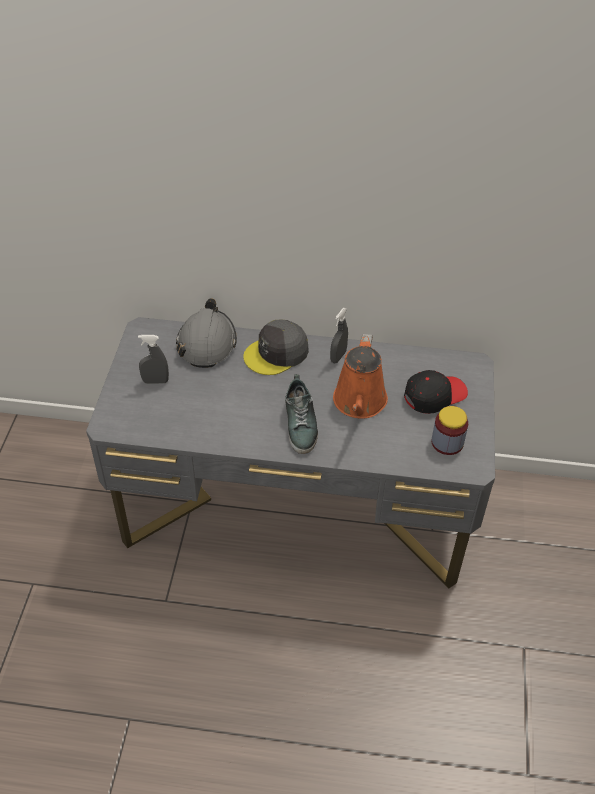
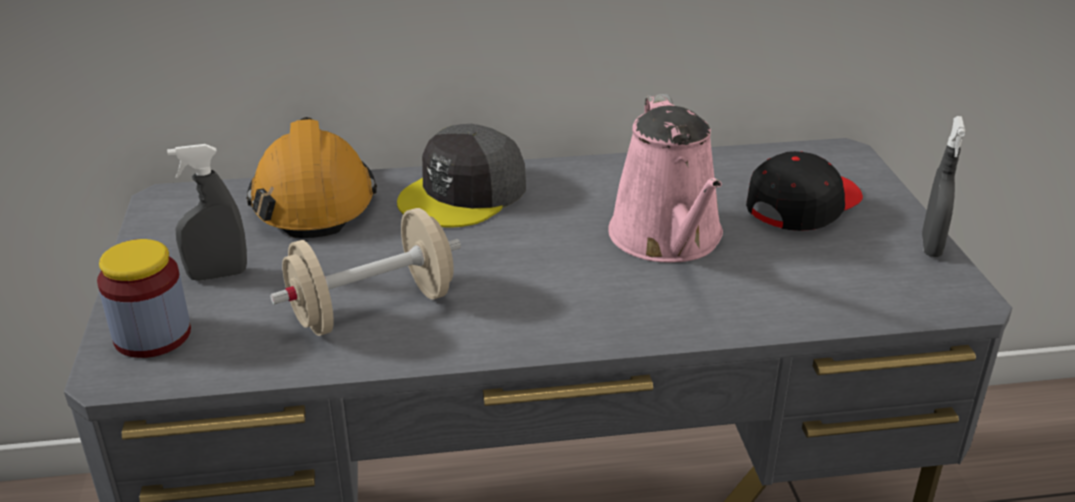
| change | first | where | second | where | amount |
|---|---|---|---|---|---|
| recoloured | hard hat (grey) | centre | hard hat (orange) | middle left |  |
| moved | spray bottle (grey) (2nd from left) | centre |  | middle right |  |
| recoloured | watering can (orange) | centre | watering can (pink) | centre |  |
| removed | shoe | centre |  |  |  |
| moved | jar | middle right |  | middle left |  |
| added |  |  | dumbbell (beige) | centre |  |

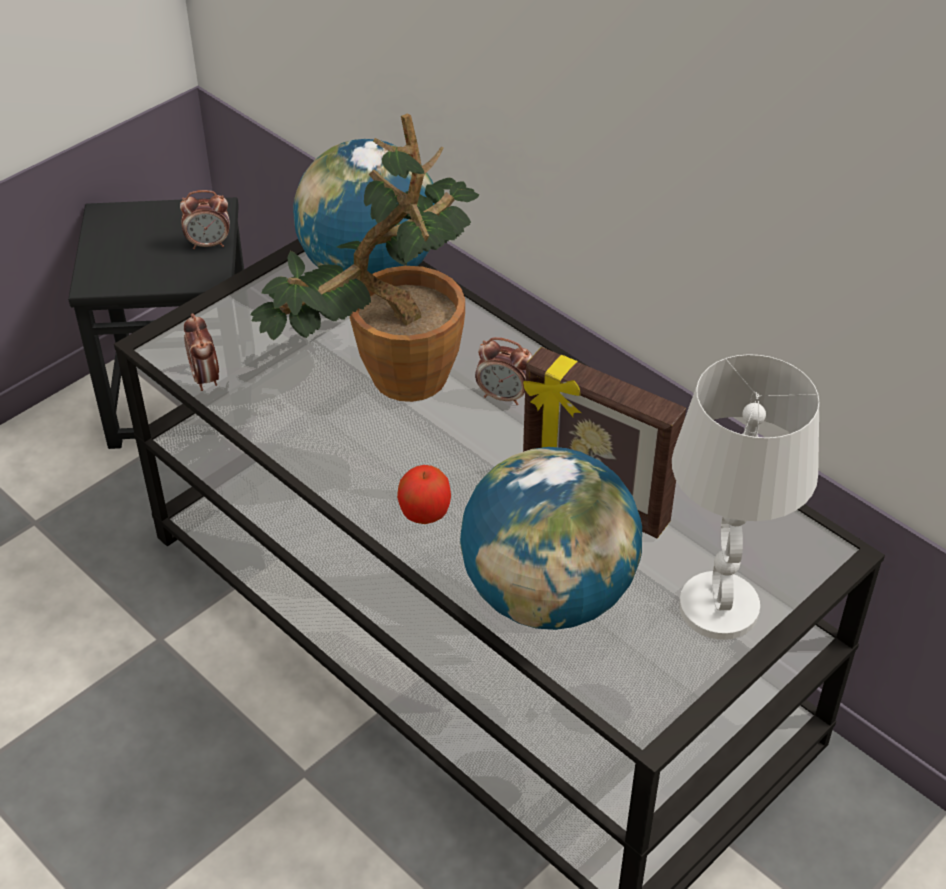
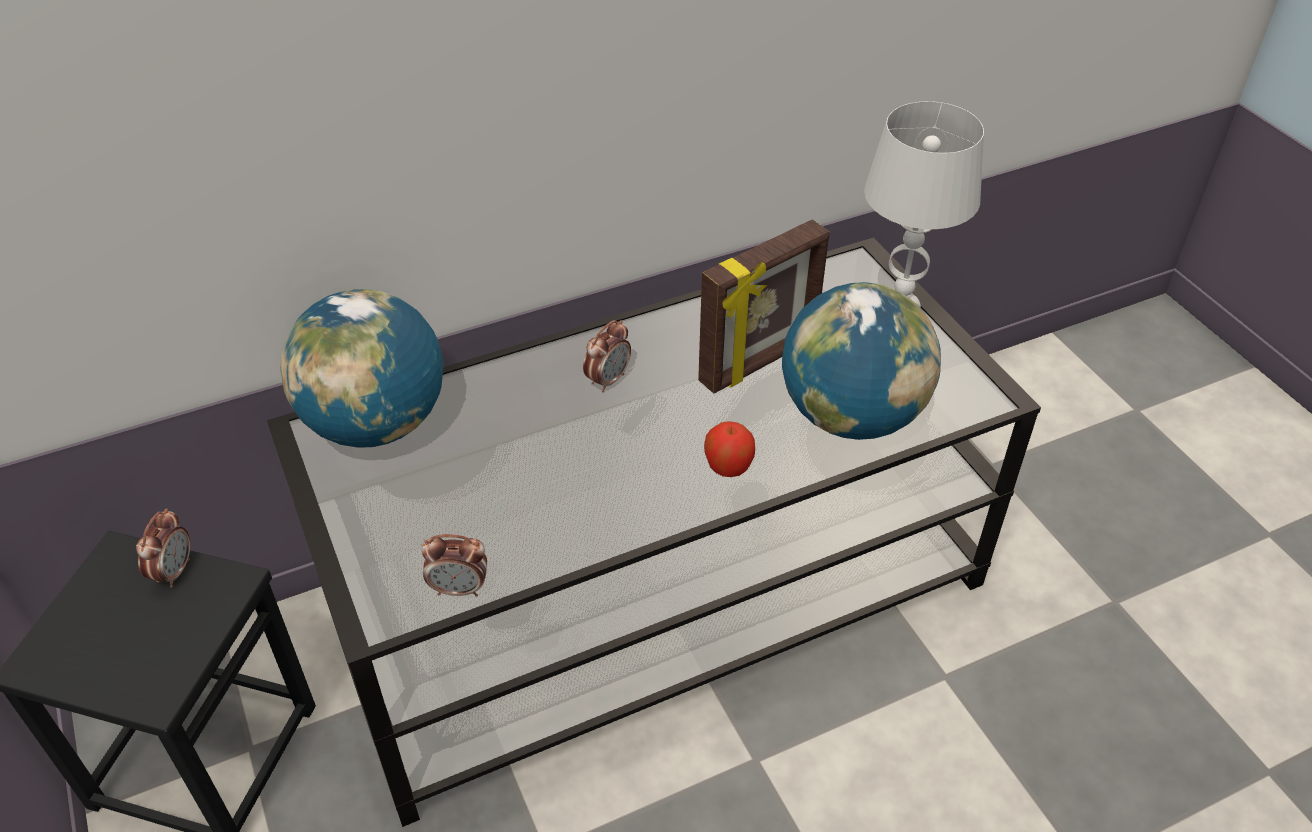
| change | first | where | second | where | amount |
|---|---|---|---|---|---|
| removed | potted plant | top centre |  |  |  |

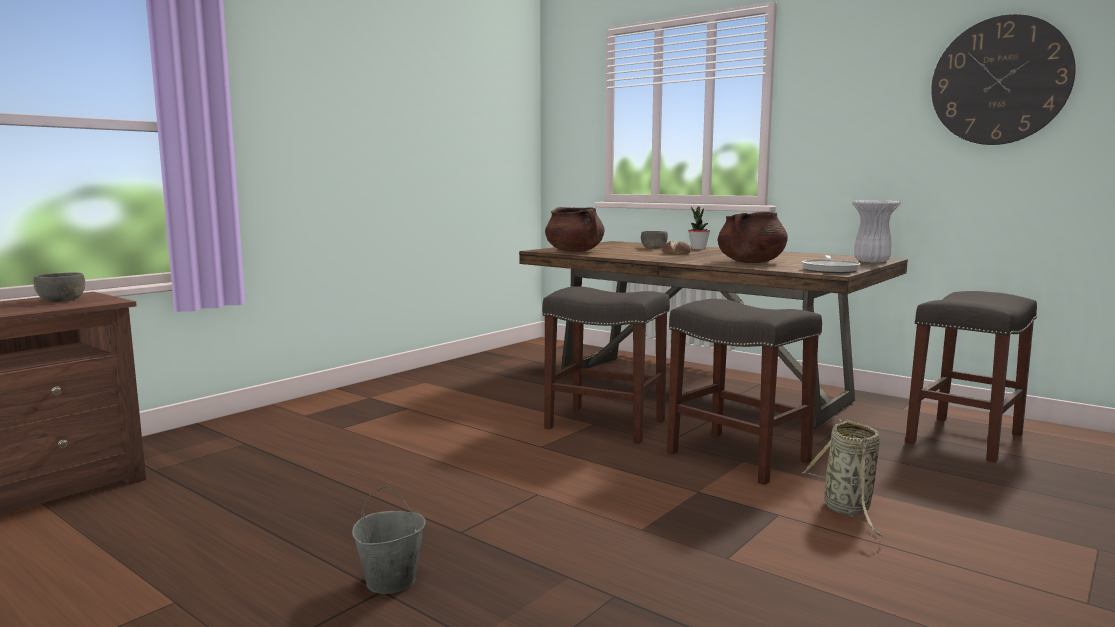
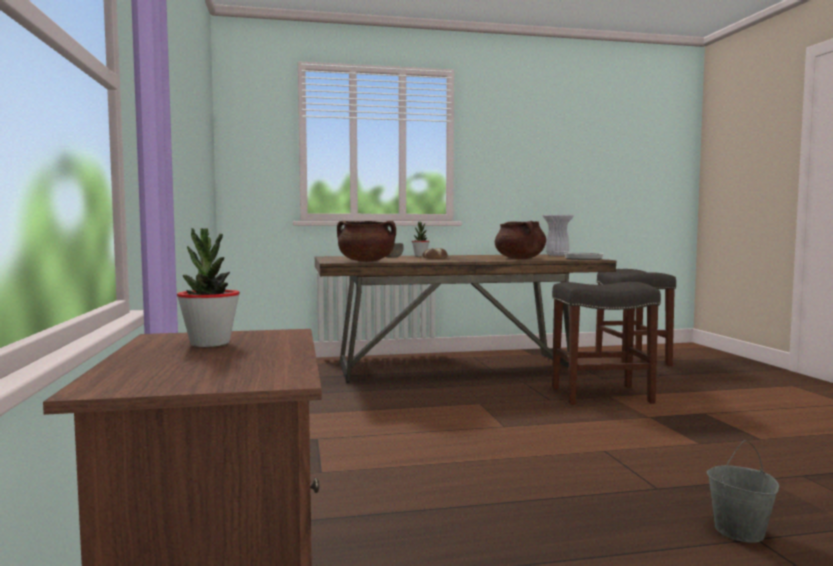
| change | first | where | second | where | amount |
|---|---|---|---|---|---|
| removed | wall clock | top right |  |  |  |
| replaced | bowl (grey) (1st from left) | middle left | potted plant (1st from left) | middle left |  |
| removed | stool (grey) (1st from left) | centre |  |  |  |
| removed | basket | bottom right |  |  |  |

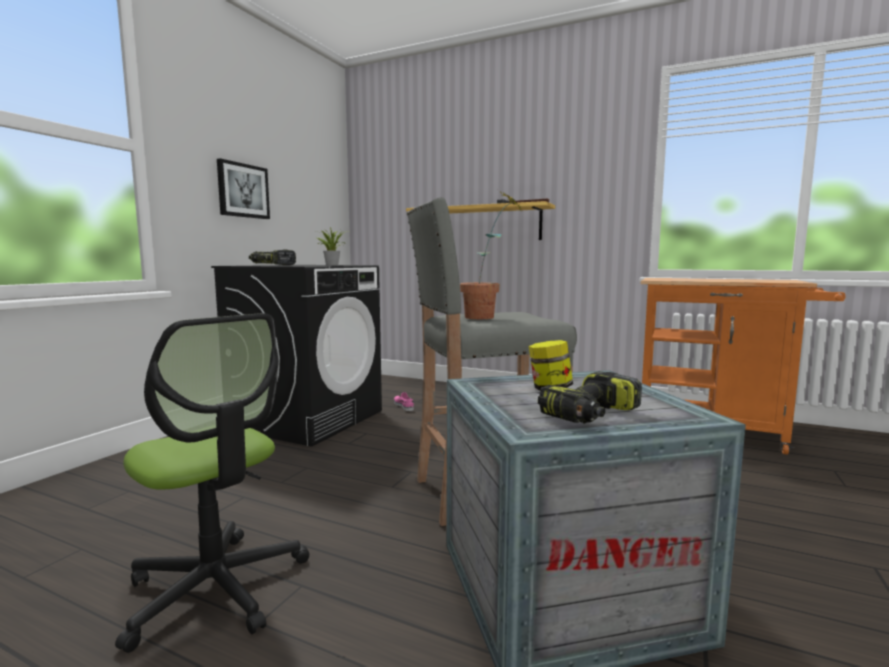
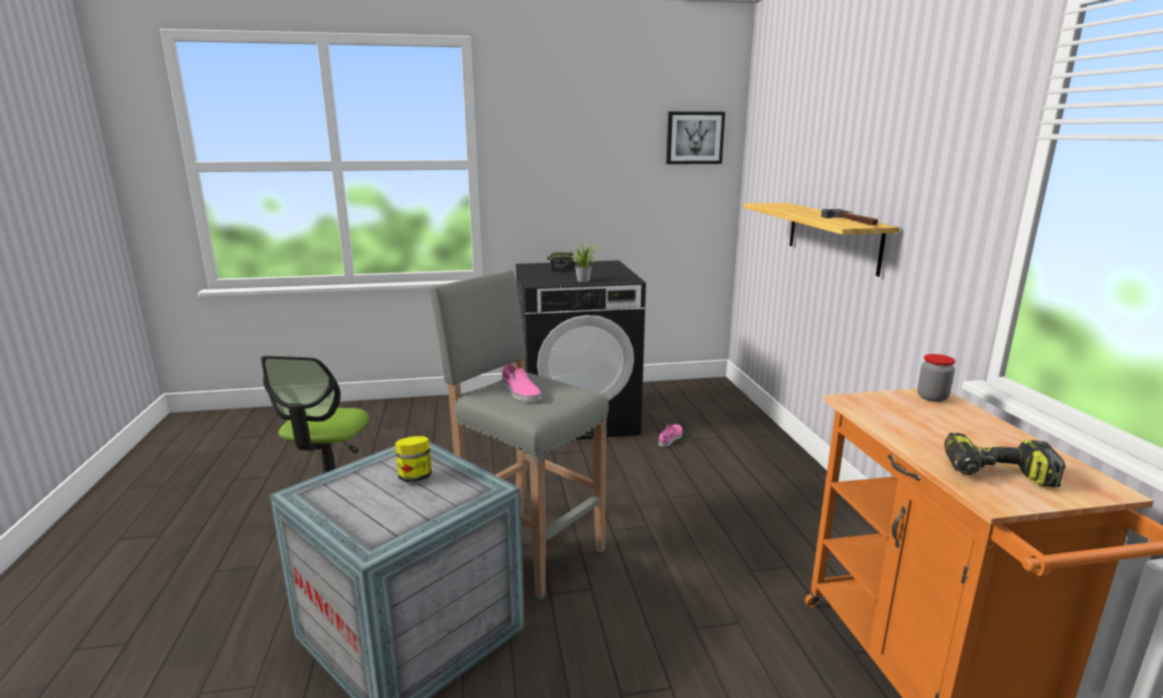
| change | first | where | second | where | amount |
|---|---|---|---|---|---|
| moved | picture | top left |  | top centre |  |
| replaced | potted plant (2nd from left) | centre | shoe (pink) (1st from left) | centre |  |
| moved | power drill (2nd from left) | centre |  | middle right |  |
| added |  |  | jar (2nd from left) | middle right |  |

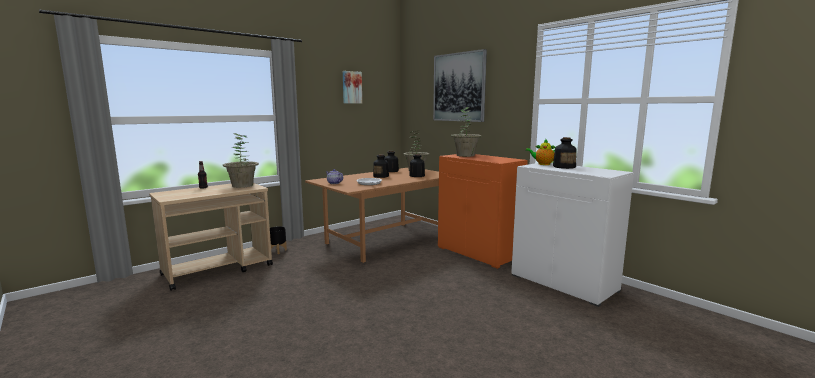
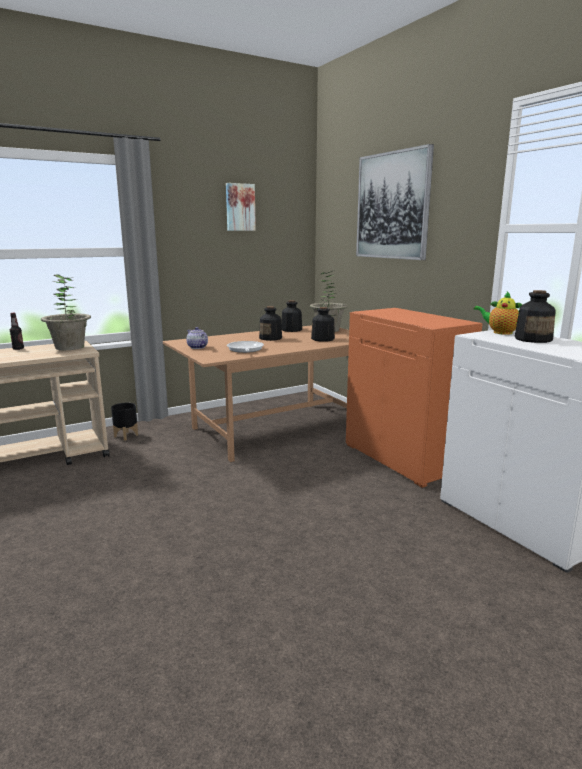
| change | first | where | second | where | amount |
|---|---|---|---|---|---|
| removed | potted plant (3rd from left) | centre |  |  |  |

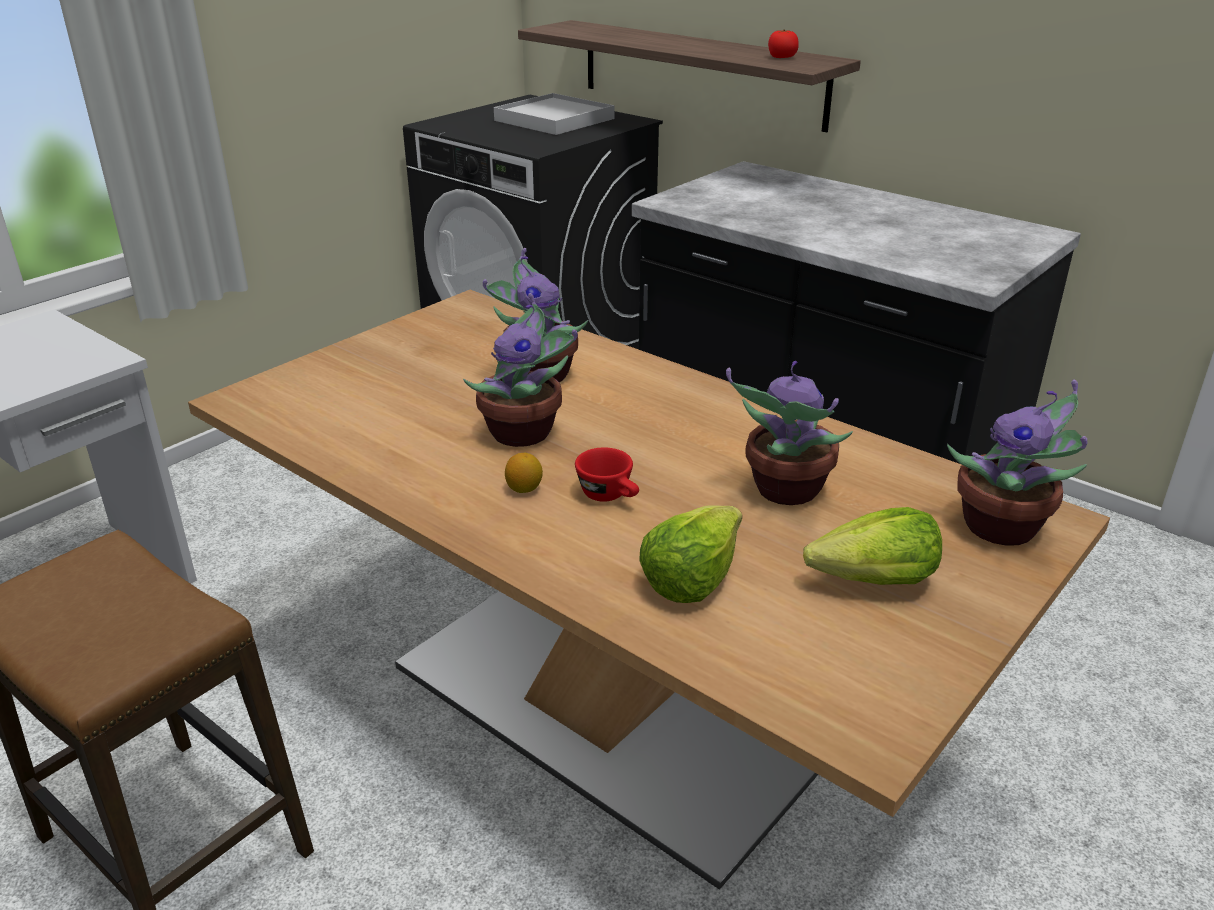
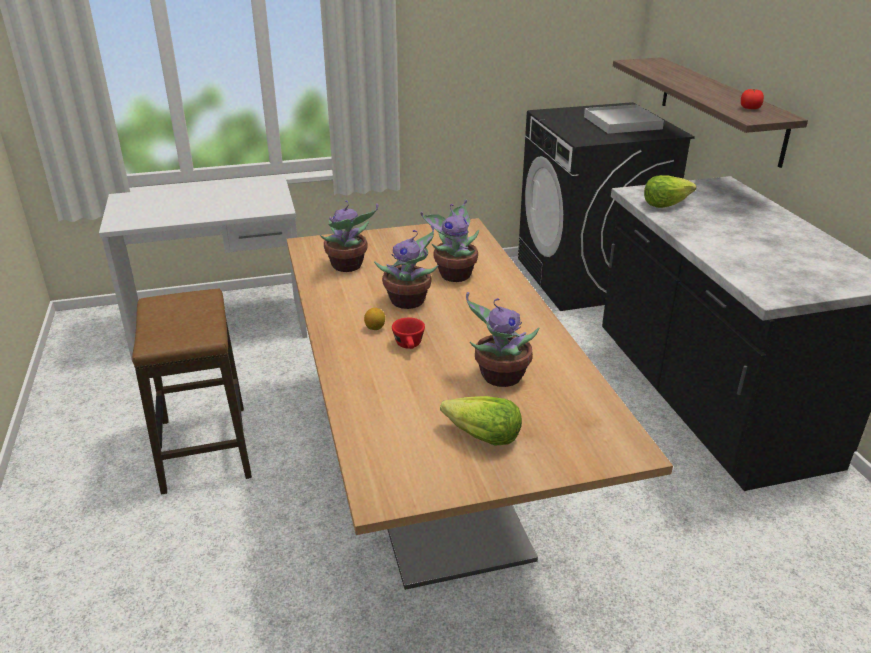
| change | first | where | second | where | amount |
|---|---|---|---|---|---|
| moved | potted plant (4th from left in the first image) | middle right | potted plant (1st from left) | centre |  |
| moved | lettuce (1st from left in the first image) | centre | lettuce (2nd from left) | top right |  |

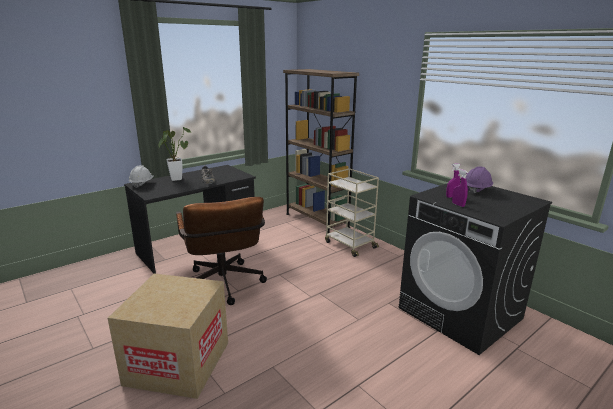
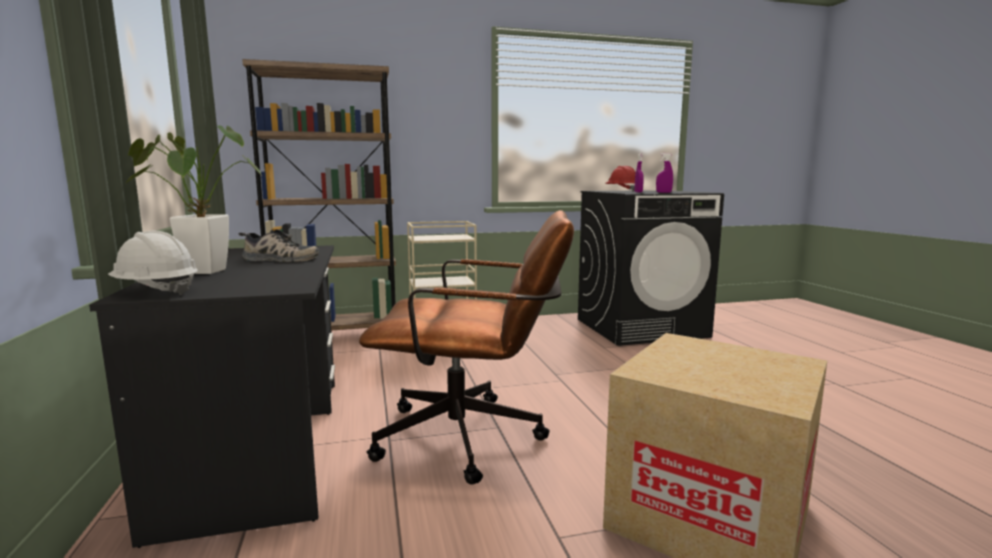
| change | first | where | second | where | amount |
|---|---|---|---|---|---|
| recoloured | hard hat (purple) | middle right | hard hat (red) | top centre |  |

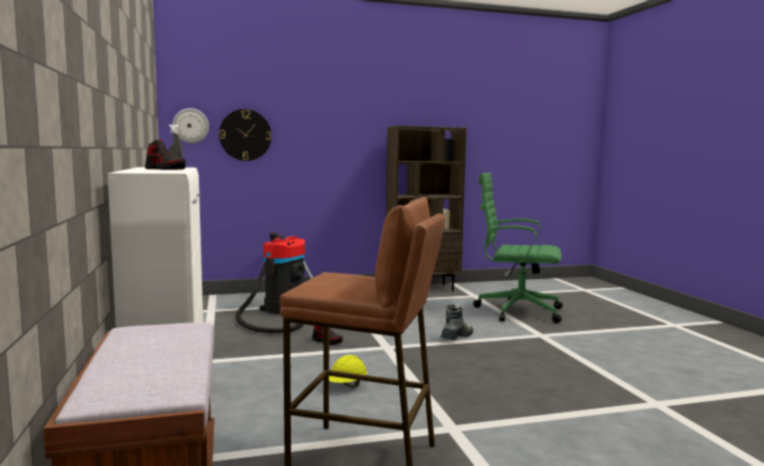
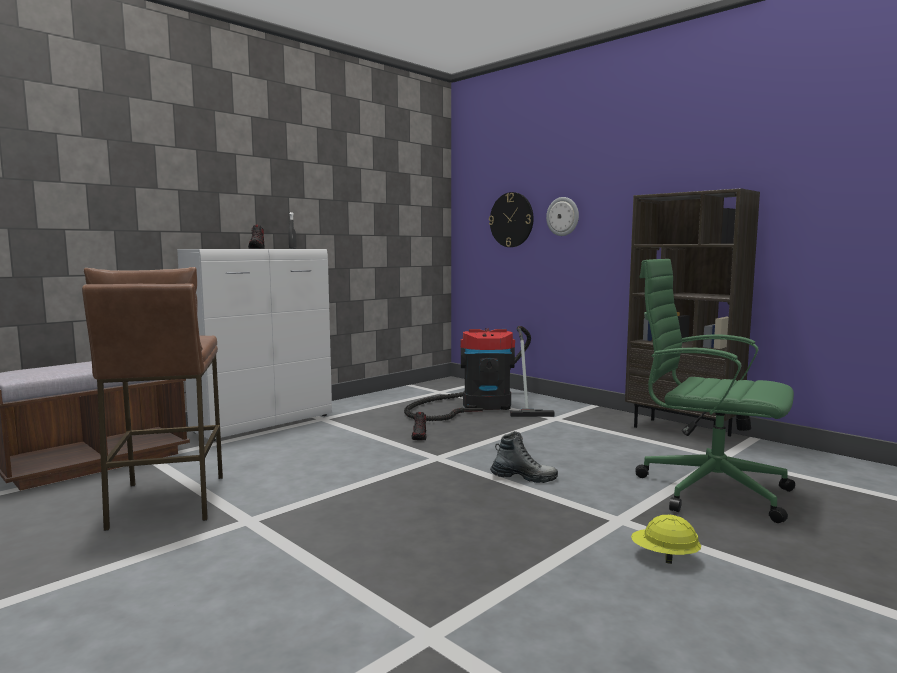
| change | first | where | second | where | amount |
|---|---|---|---|---|---|
| moved | wall clock (1st from left in the first image) | top left | wall clock (2nd from left) | top centre |  |
| turned | office chair (green) | middle right |  | middle right | 45 degrees counterclockwise |
| moved | hard hat (yellow) | bottom centre |  | bottom right |  |

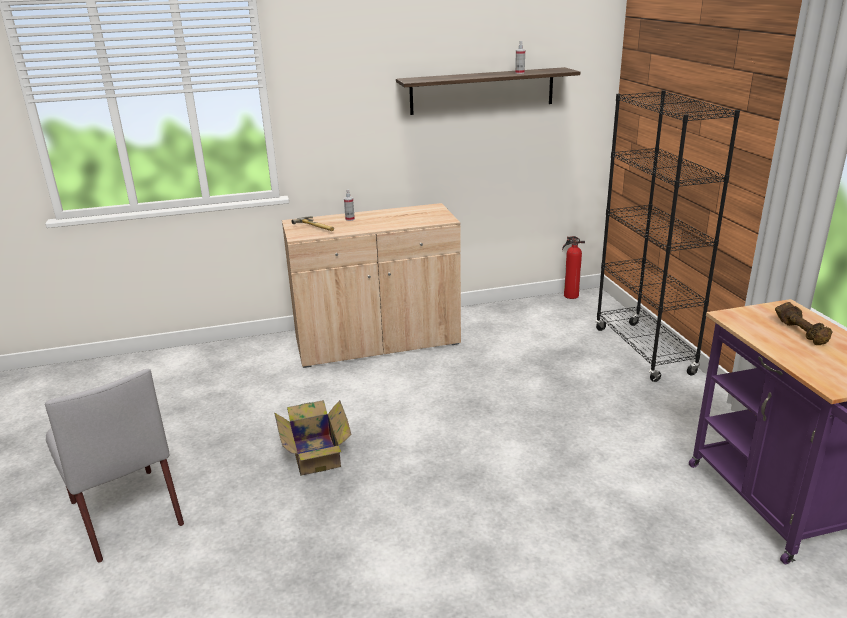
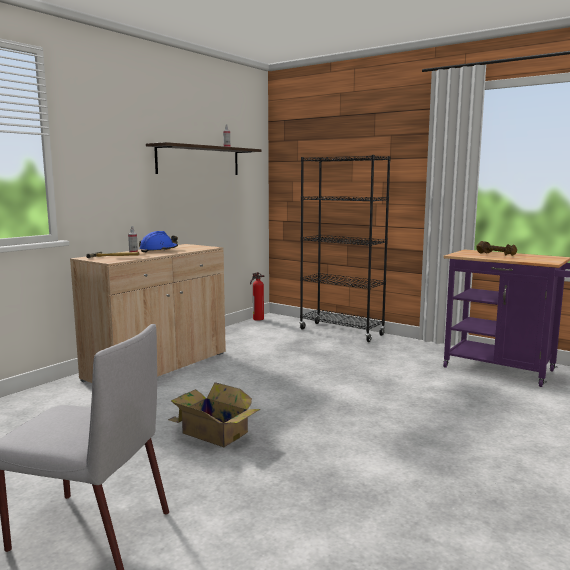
| change | first | where | second | where | amount |
|---|---|---|---|---|---|
| added |  |  | hard hat (blue) | middle left |  |

